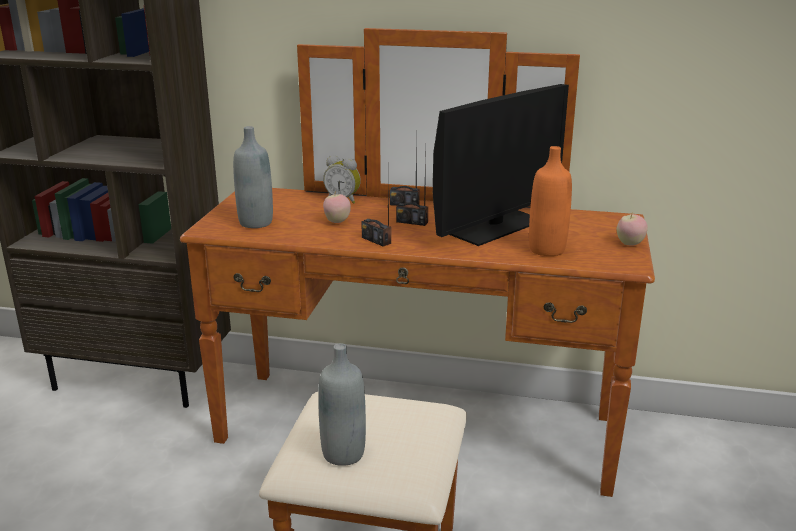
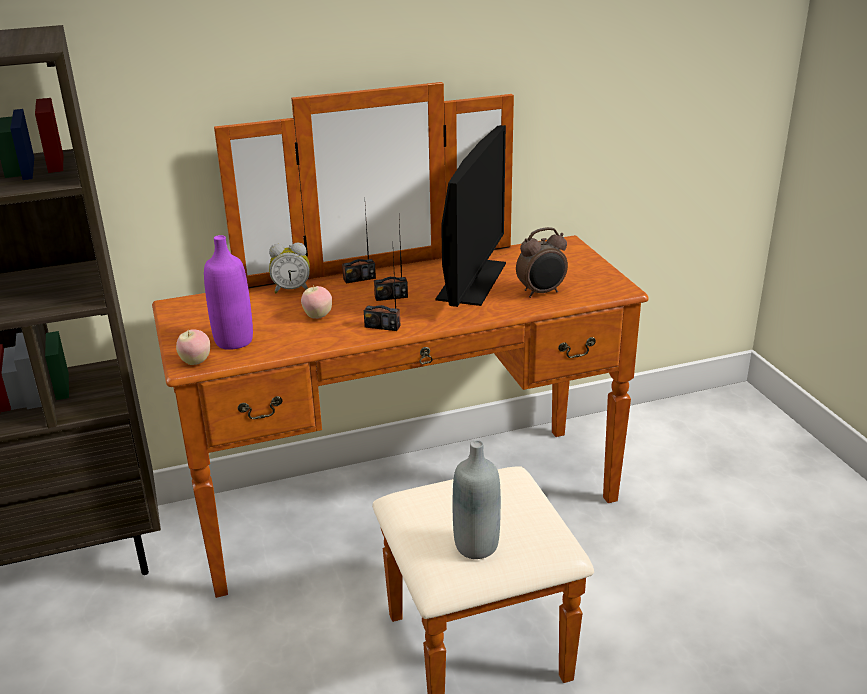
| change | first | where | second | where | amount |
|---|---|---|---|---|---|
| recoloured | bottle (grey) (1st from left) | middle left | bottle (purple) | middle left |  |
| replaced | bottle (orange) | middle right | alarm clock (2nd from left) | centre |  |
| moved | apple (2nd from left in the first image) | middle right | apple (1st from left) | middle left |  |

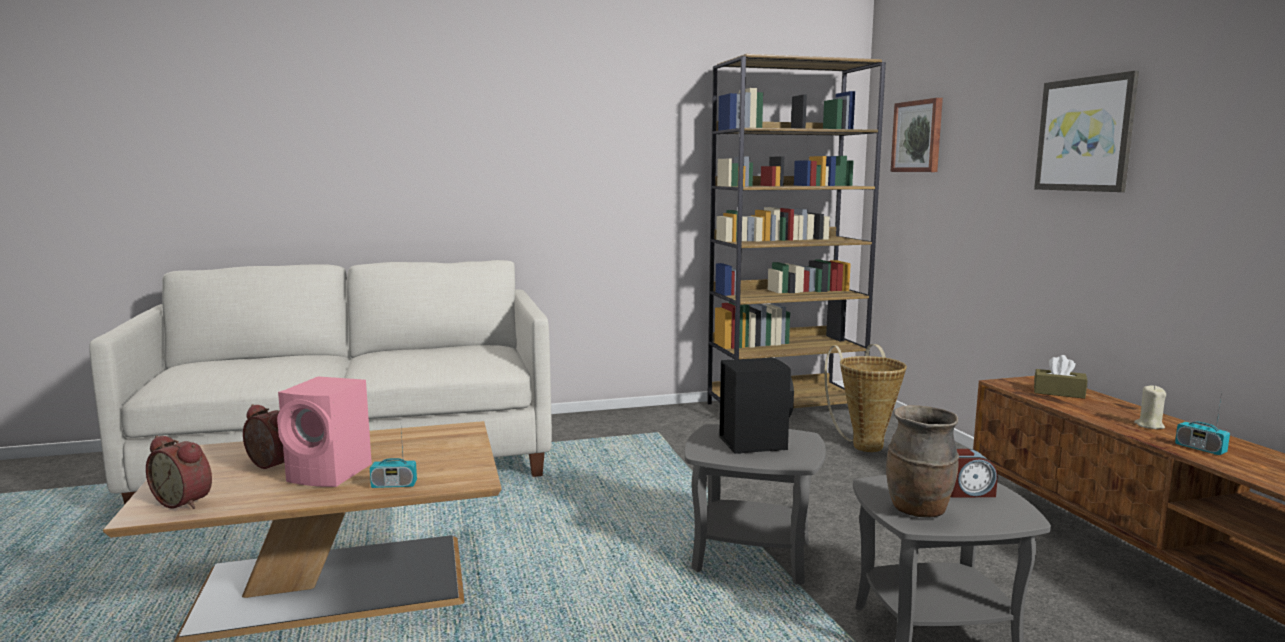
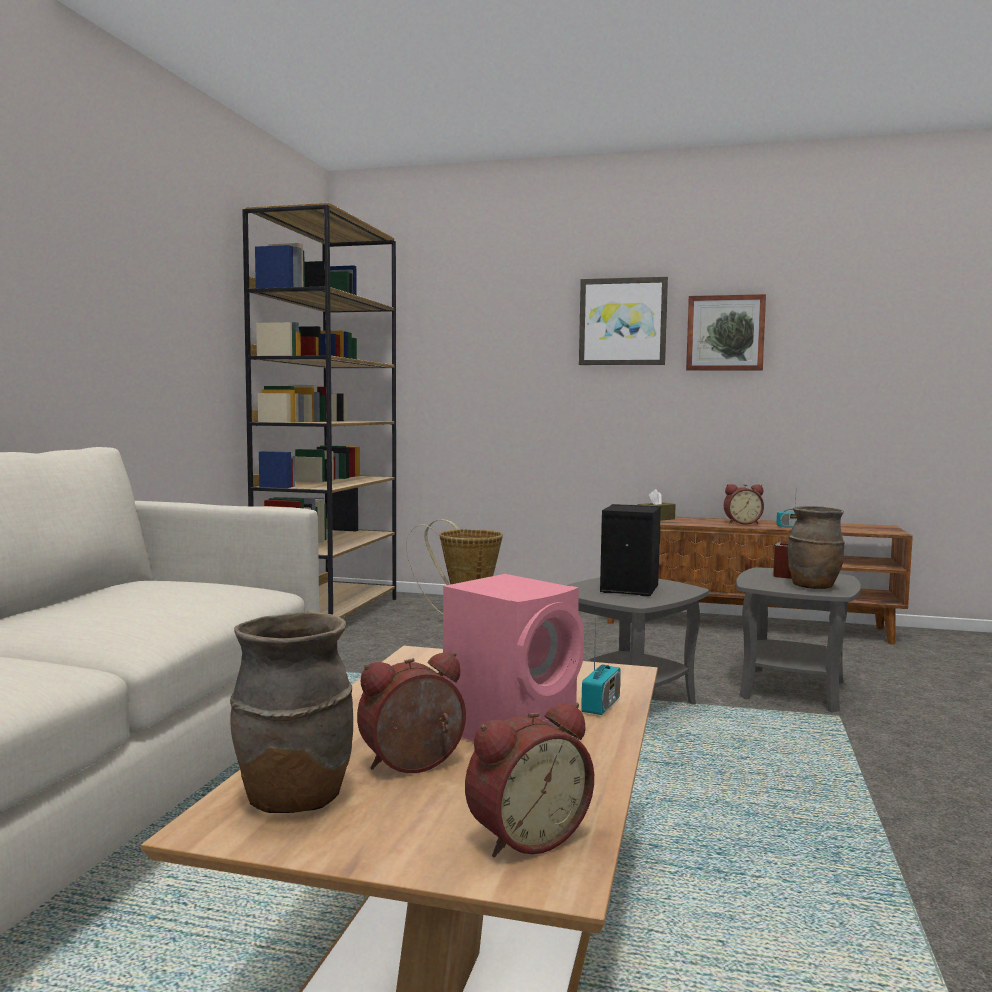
| change | first | where | second | where | amount |
|---|---|---|---|---|---|
| moved | picture (1st from left in the first image) | top right | picture (2nd from left) | middle right |  |
| replaced | candle (beige) | middle right | alarm clock (3rd from left) | middle right |  |
| added |  |  | vase (brown) (1st from left) | bottom left |  |

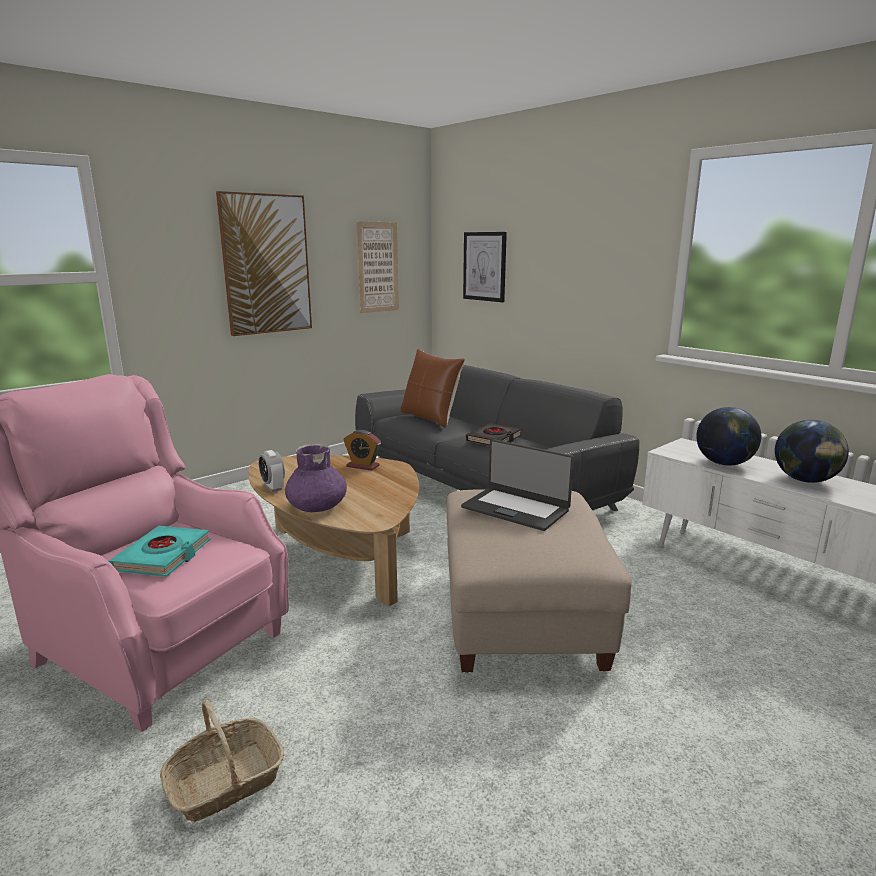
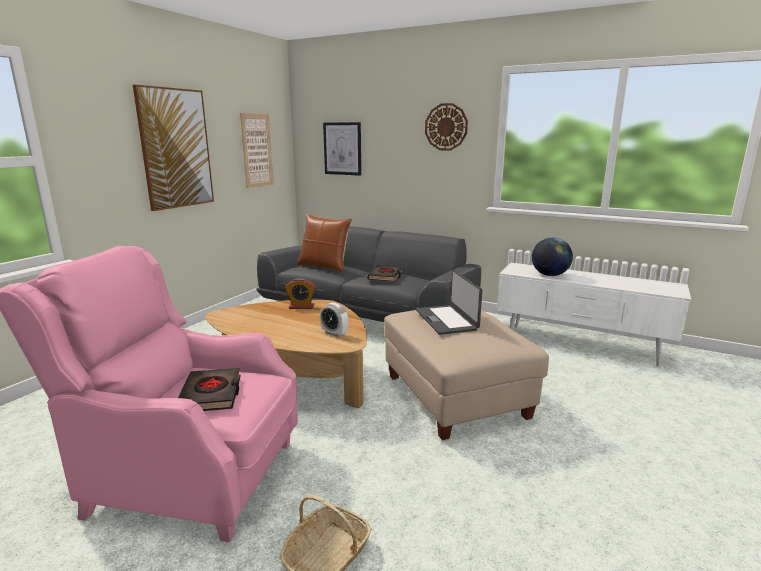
| change | first | where | second | where | amount |
|---|---|---|---|---|---|
| removed | globe (2nd from left) | middle right |  |  |  |
| turned | laptop | centre |  | centre | 60 degrees clockwise |
| removed | vase (purple) | centre |  |  |  |
| moved | alarm clock (1st from left in the first image) | middle left | alarm clock (2nd from left) | centre |  |
| recoloured | book (turquoise) | middle left | book (black) (1st from left) | bottom left |  |
| added |  |  | wall clock | top centre |  |

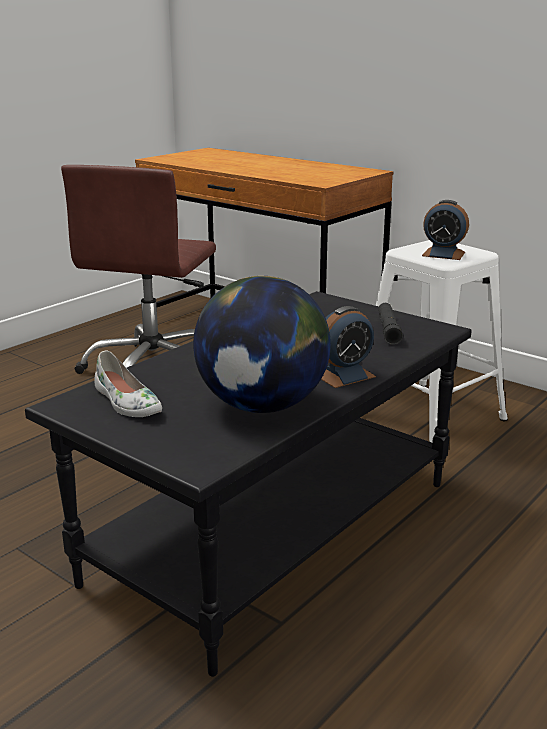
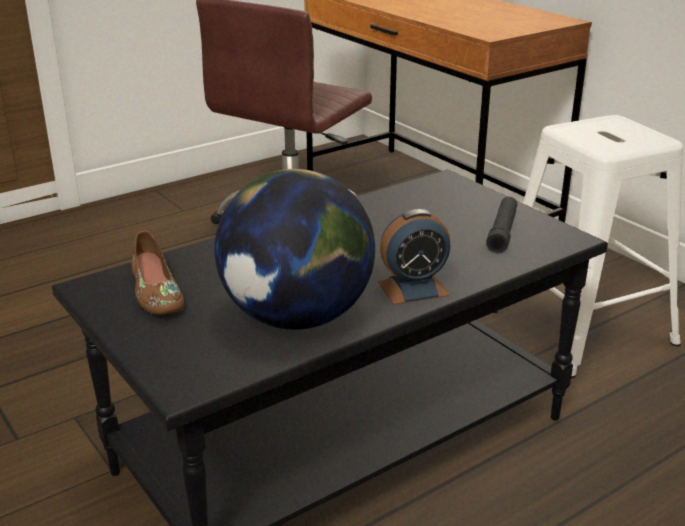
| change | first | where | second | where | amount |
|---|---|---|---|---|---|
| removed | alarm clock (2nd from left) | top right |  |  |  |
| recoloured | shoe (white) | middle left | shoe (brown) | middle left |  |

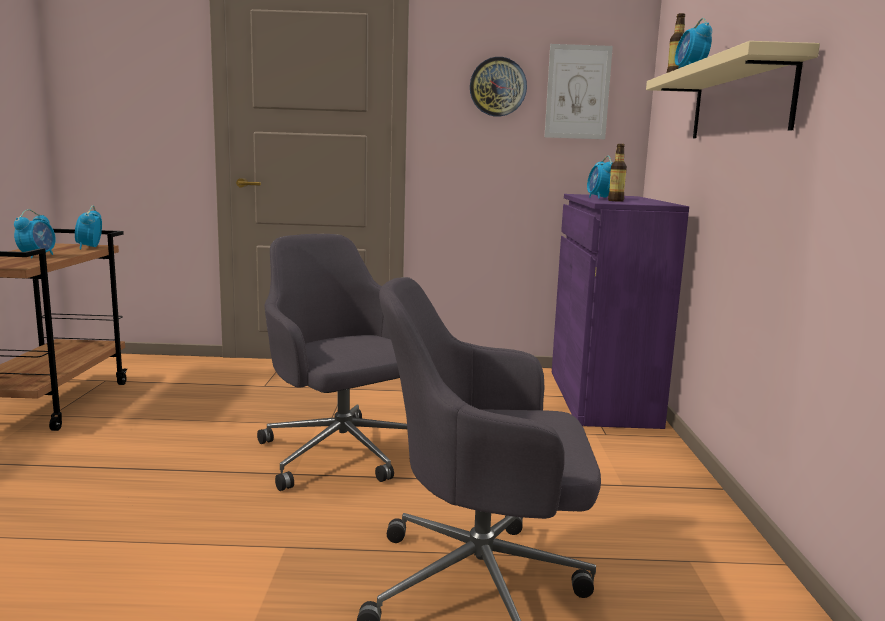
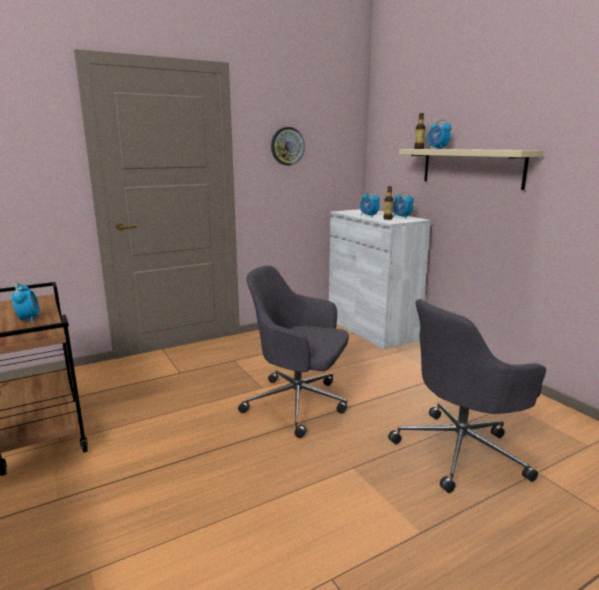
| change | first | where | second | where | amount |
|---|---|---|---|---|---|
| removed | picture | top centre |  |  |  |
| recoloured | cabinet (purple) | middle right | cabinet (white) | centre |  |
| moved | alarm clock (2nd from left in the first image) | middle left | alarm clock (3rd from left) | middle right |  |

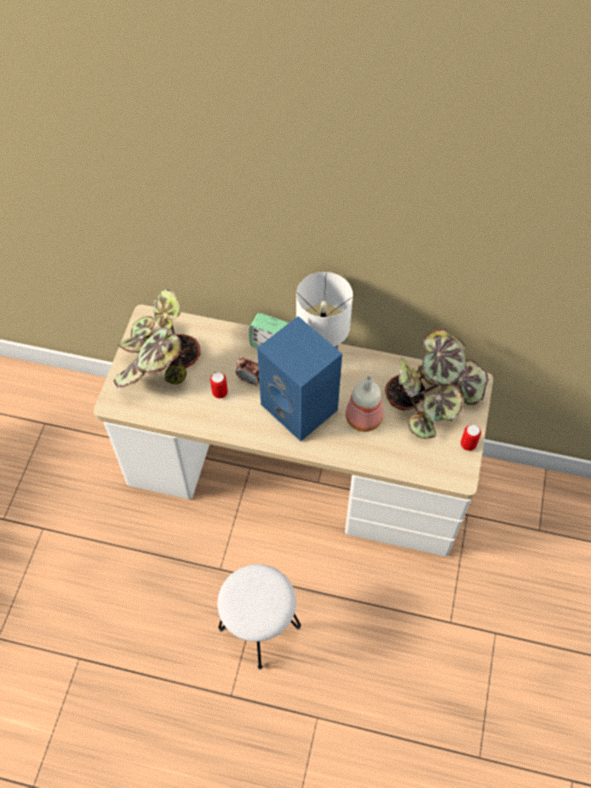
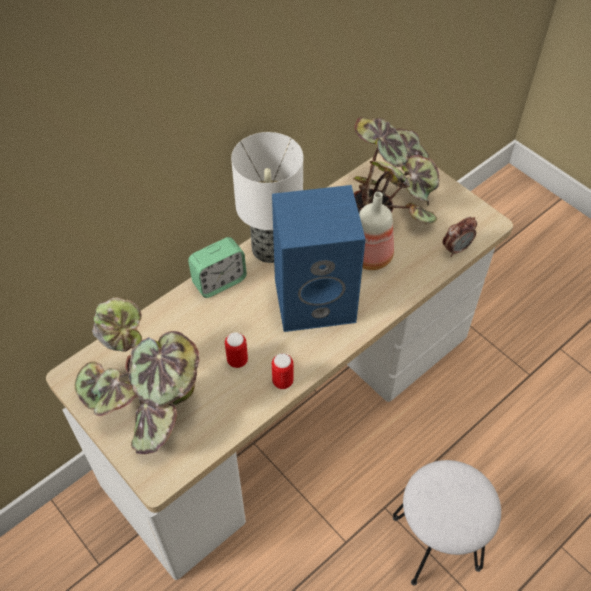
| change | first | where | second | where | amount |
|---|---|---|---|---|---|
| moved | alarm clock (1st from left in the first image) | centre | alarm clock (2nd from left) | middle right |  |
| moved | can (2nd from left) | middle right |  | centre |  |

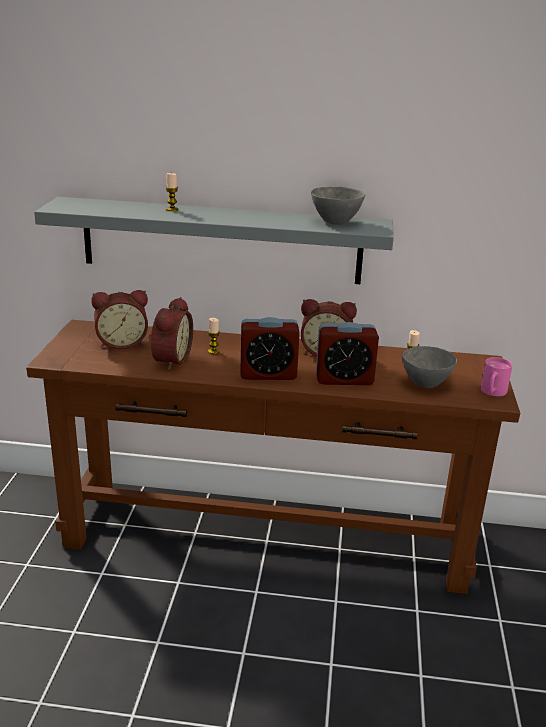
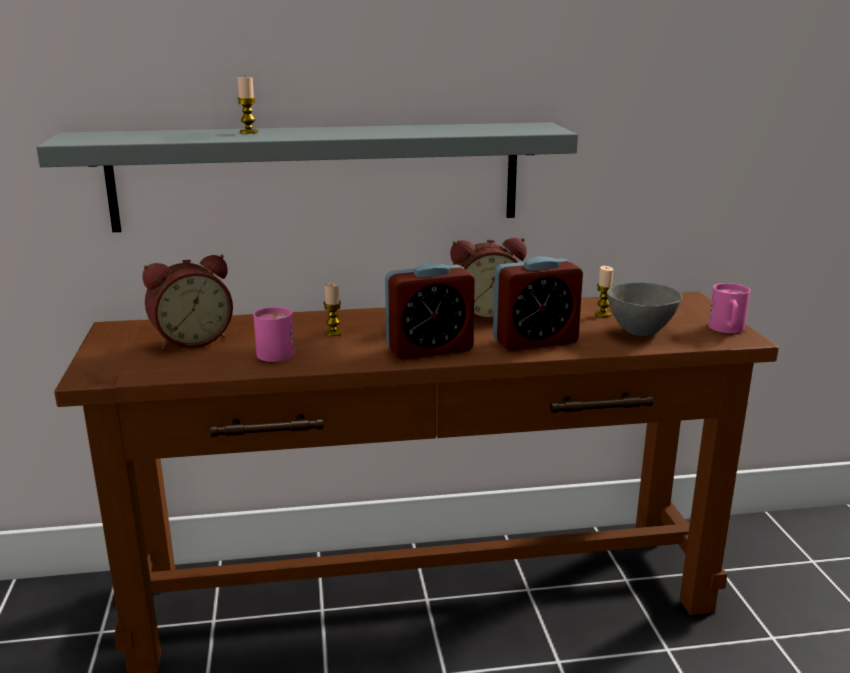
| change | first | where | second | where | amount |
|---|---|---|---|---|---|
| removed | bowl (grey) (1st from left) | top centre |  |  |  |
| replaced | alarm clock (2nd from left) | middle left | mug (pink) (1st from left) | middle left |  |

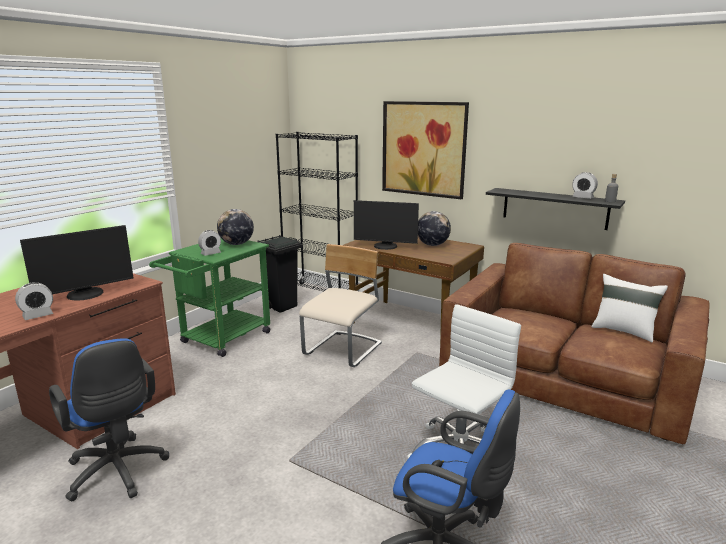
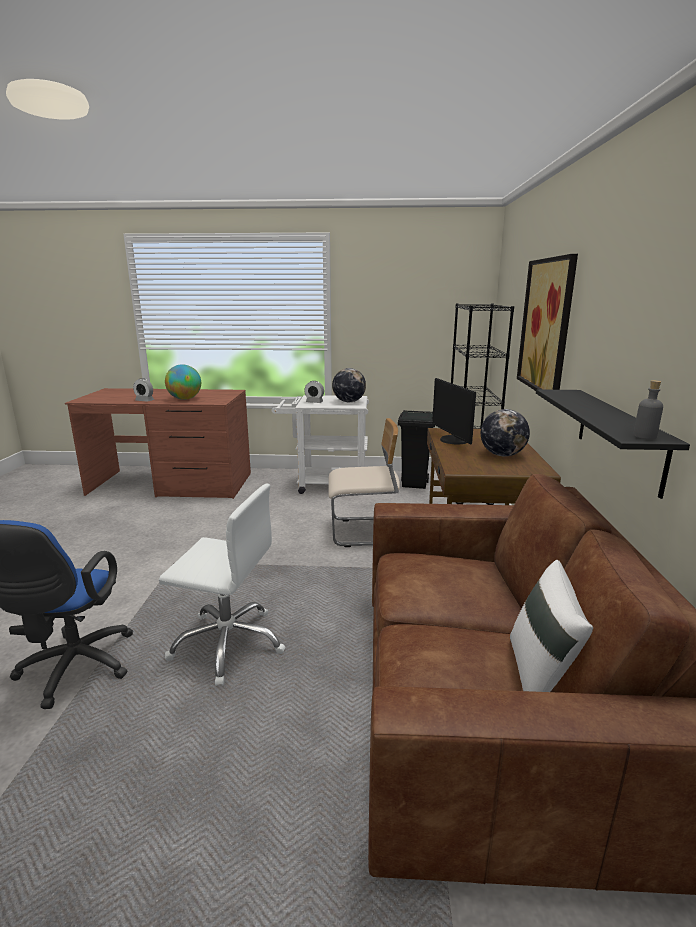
| change | first | where | second | where | amount |
|---|---|---|---|---|---|
| removed | alarm clock (3rd from left) | middle right |  |  |  |
| replaced | monitor (1st from left) | middle left | globe (1st from left) | middle left |  |
| recoloured | cart (green) | middle left | cart (white) | centre |  |
| removed | office chair (blue) (1st from left) | bottom left |  |  |  |

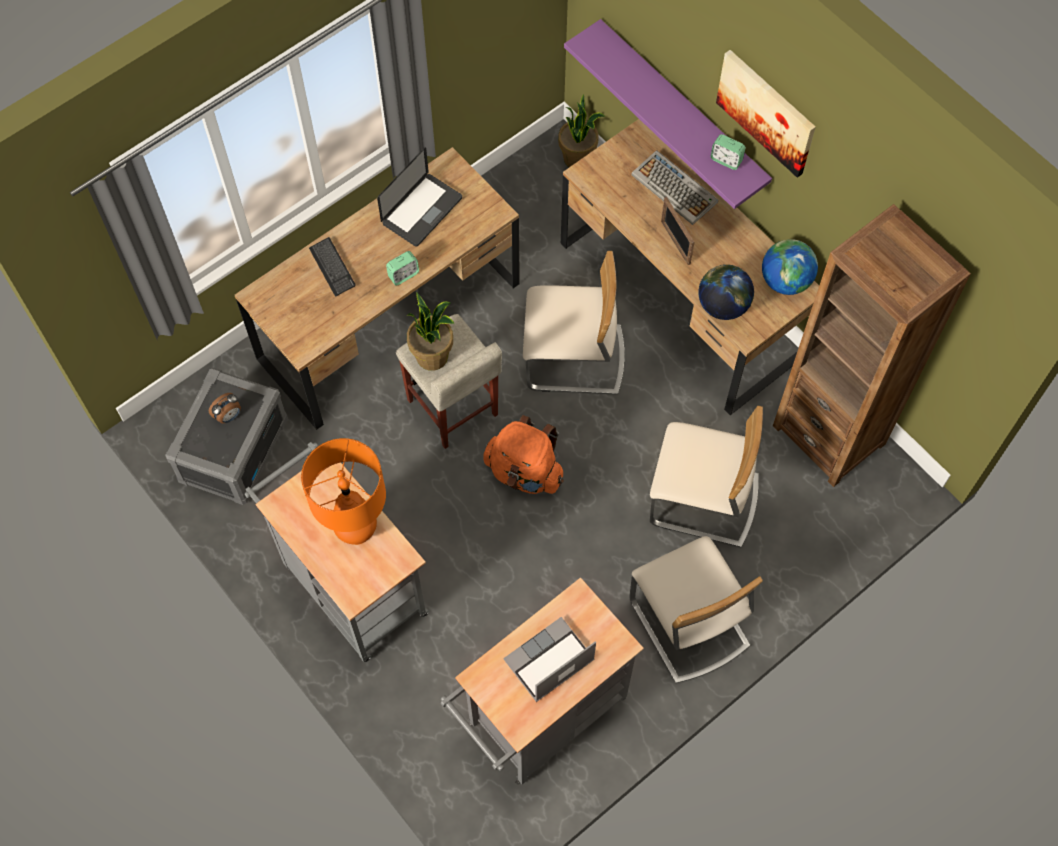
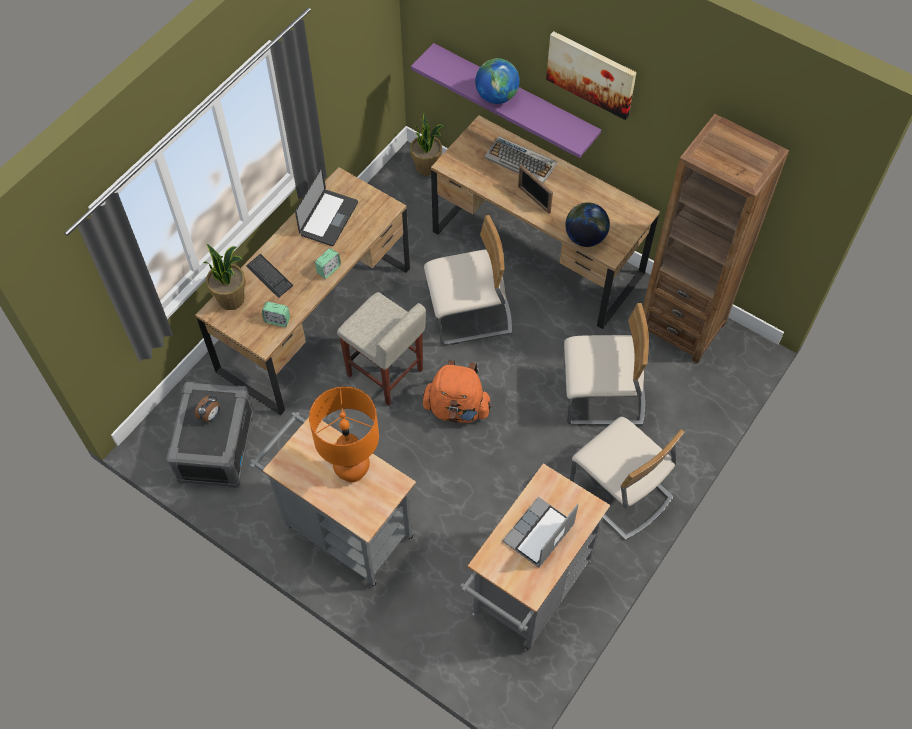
| change | first | where | second | where | amount |
|---|---|---|---|---|---|
| moved | alarm clock (3rd from left in the first image) | top right | alarm clock (2nd from left) | middle left |  |
| moved | globe (2nd from left in the first image) | top right | globe (1st from left) | top centre |  |
| moved | potted plant (1st from left) | centre |  | middle left |  |

